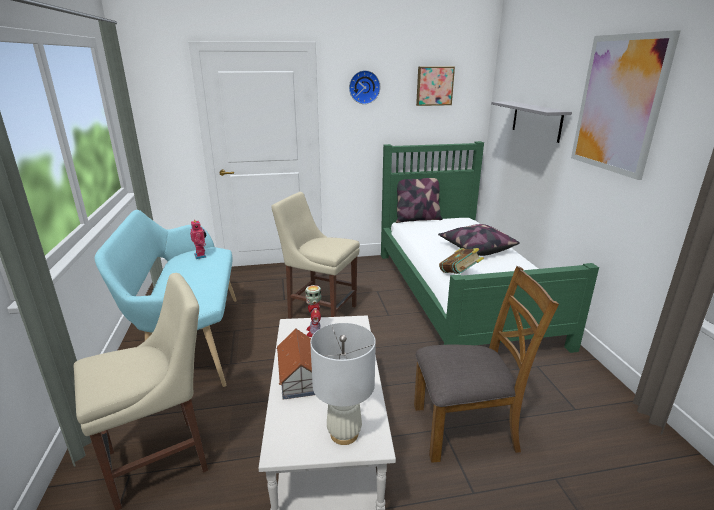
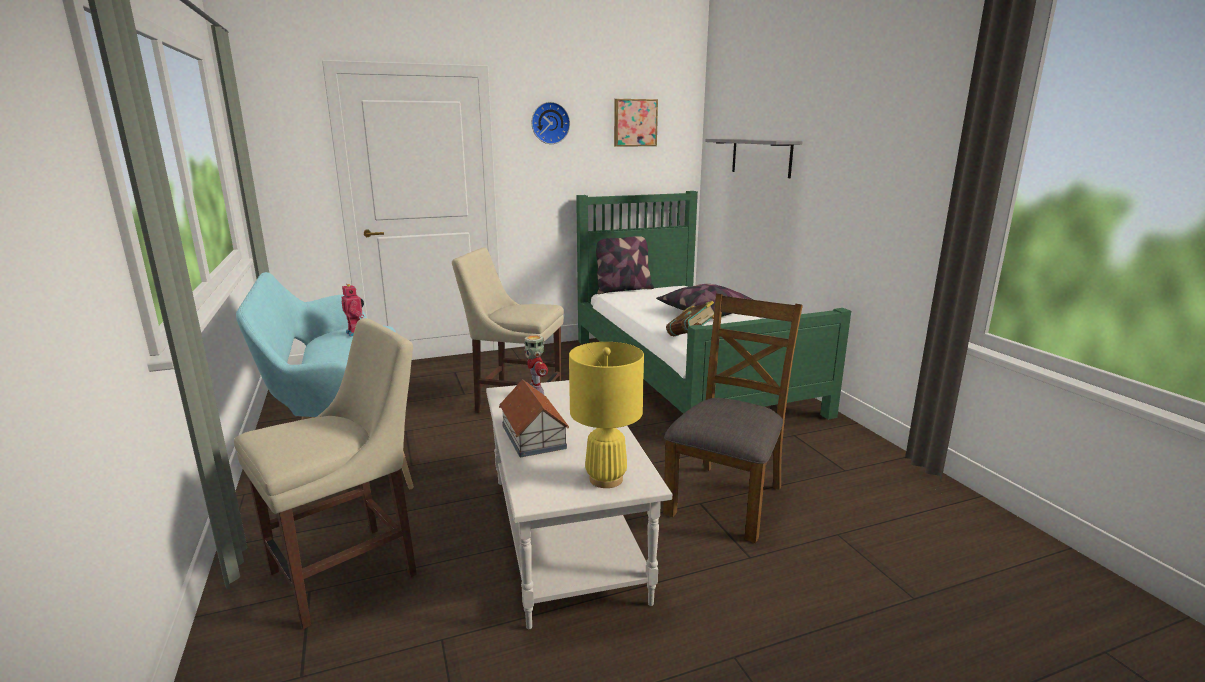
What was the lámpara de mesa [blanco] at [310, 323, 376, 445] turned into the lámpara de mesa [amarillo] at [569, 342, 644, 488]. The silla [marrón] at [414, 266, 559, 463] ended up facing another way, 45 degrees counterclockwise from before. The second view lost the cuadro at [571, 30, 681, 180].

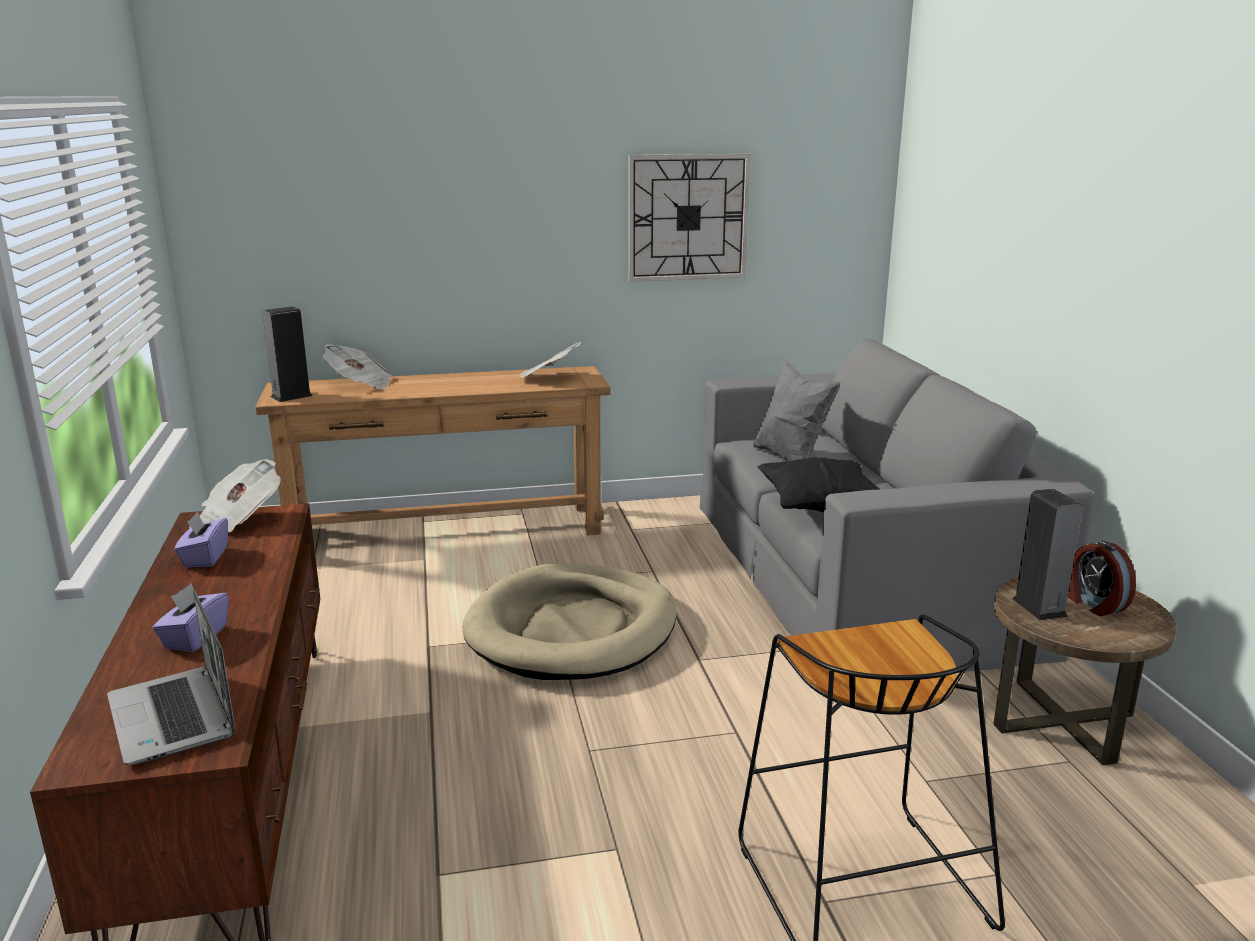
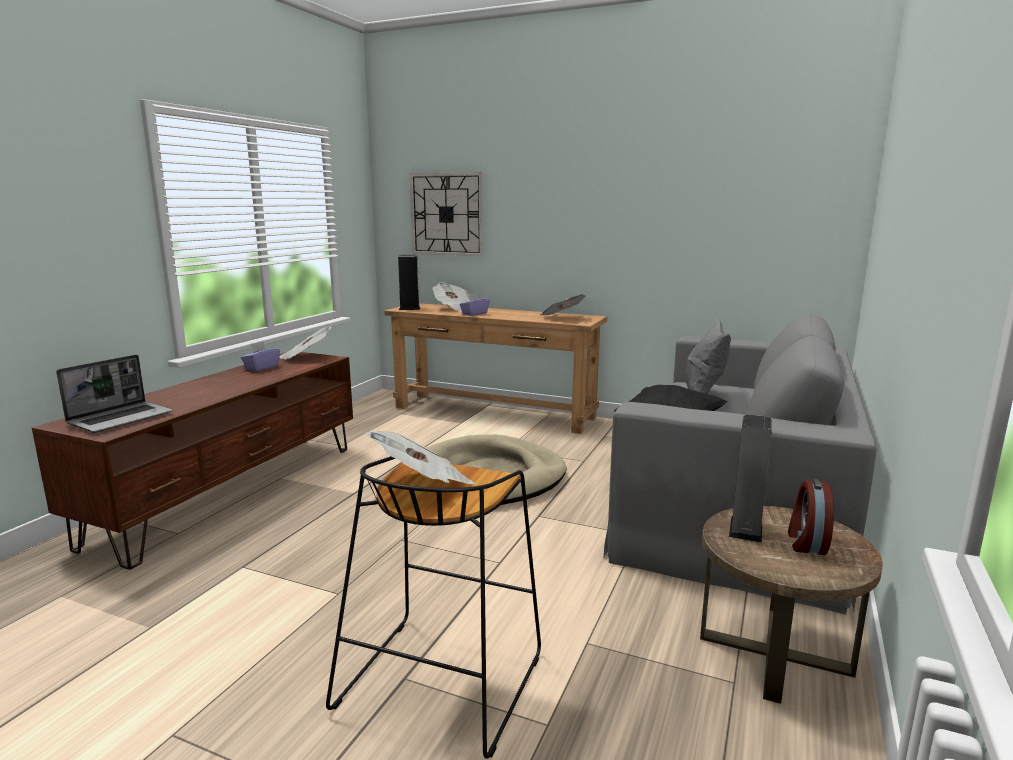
The portátil at [107, 590, 235, 765] ended up facing another way, 150 degrees counterclockwise from before. The second view gained the periódico at [365, 431, 475, 484]. The reloj de pared ended up elsewhere, having gone from [629, 154, 750, 282] to [410, 172, 483, 256]. The caja de pañuelos [morado] ended up elsewhere, having gone from [152, 583, 229, 652] to [460, 293, 490, 316].

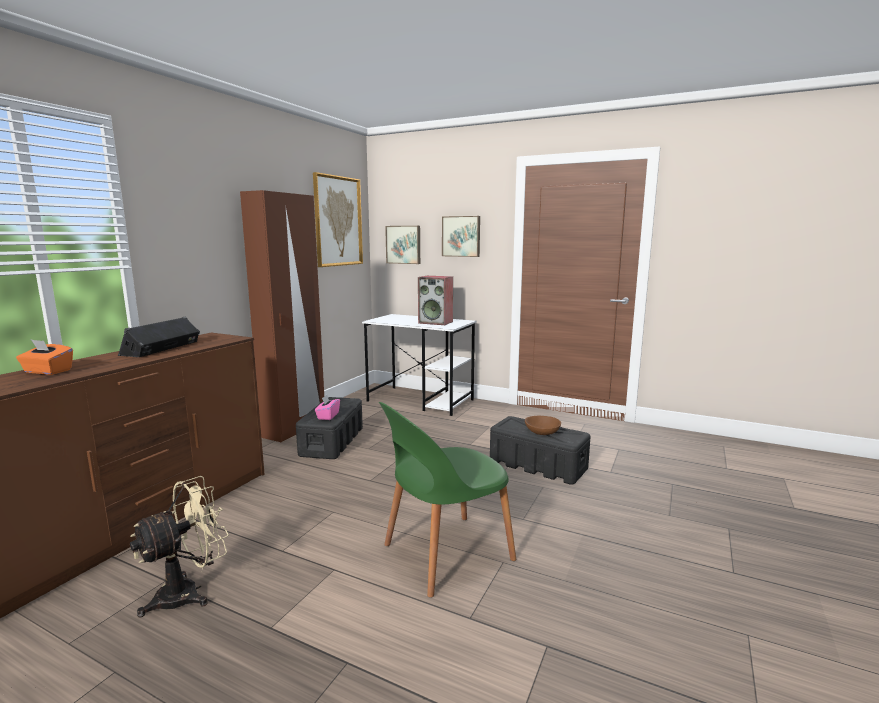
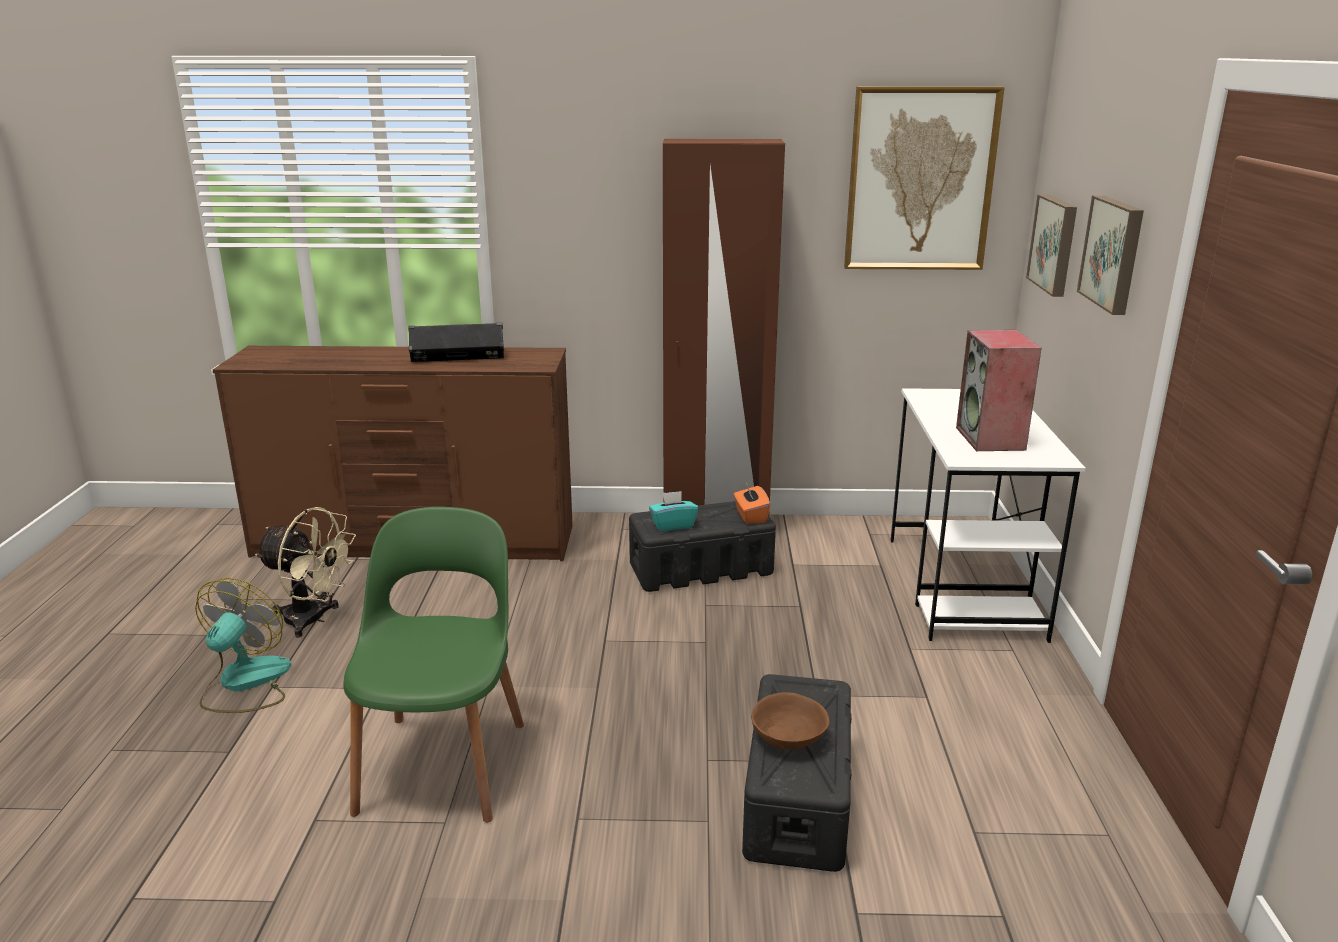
The second view gained the ventilador at [195, 578, 291, 713]. The silla [verde] at [379, 402, 516, 598] ended up facing another way, 60 degrees clockwise from before. What was the caja de pañuelos [rosa] at [315, 395, 340, 420] turned into the caja de pañuelos [turquesa] at [649, 491, 698, 531]. The caja de pañuelos [naranja] ended up elsewhere, having gone from [16, 339, 73, 375] to [734, 483, 770, 524].

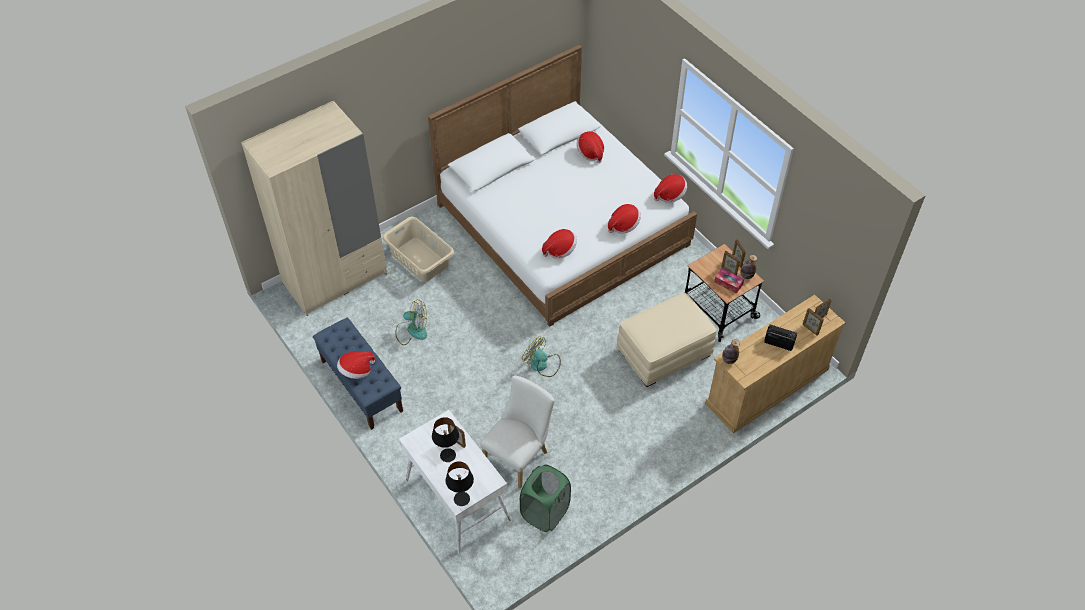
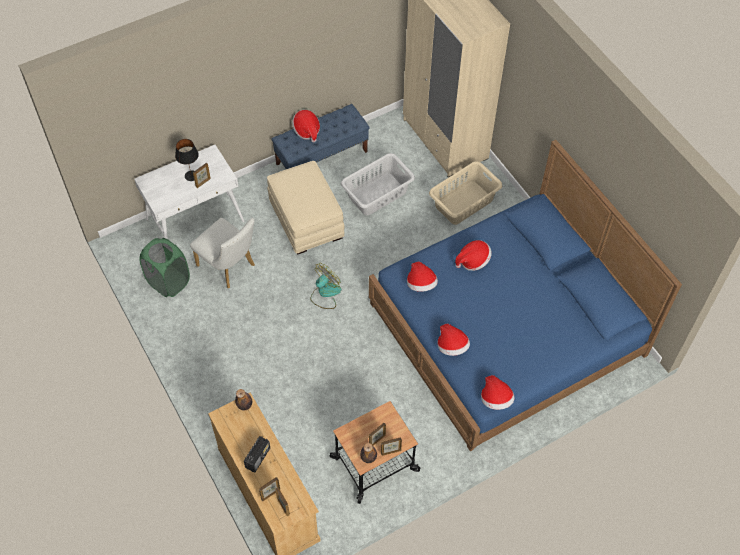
The puf [beis] ended up elsewhere, having gone from [617, 293, 717, 387] to [267, 161, 345, 255]. Where the ventilador stood at [395, 299, 427, 345], the cesto de la ropa [gris] came to stand at [341, 153, 415, 216]. What was the cama [blanco] at [428, 45, 697, 327] turned into the cama [azul] at [369, 140, 682, 451]. The sombrero ended up elsewhere, having gone from [577, 131, 604, 163] to [455, 240, 492, 271]. The second view lost the lámpara de mesa [negro] at [445, 461, 474, 506]. The second view lost the caja de pañuelos at [714, 268, 744, 293].

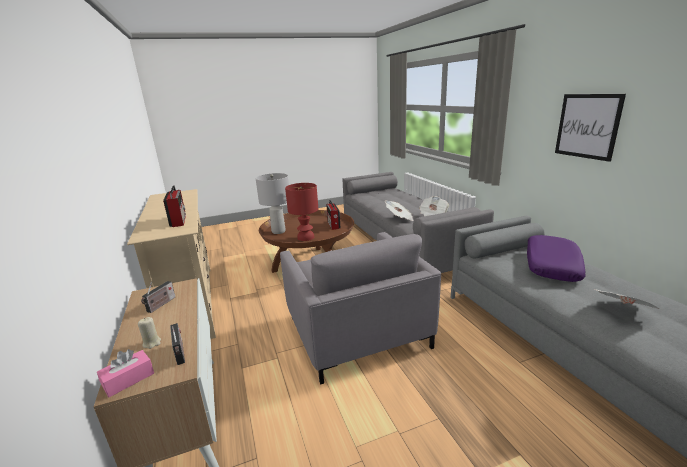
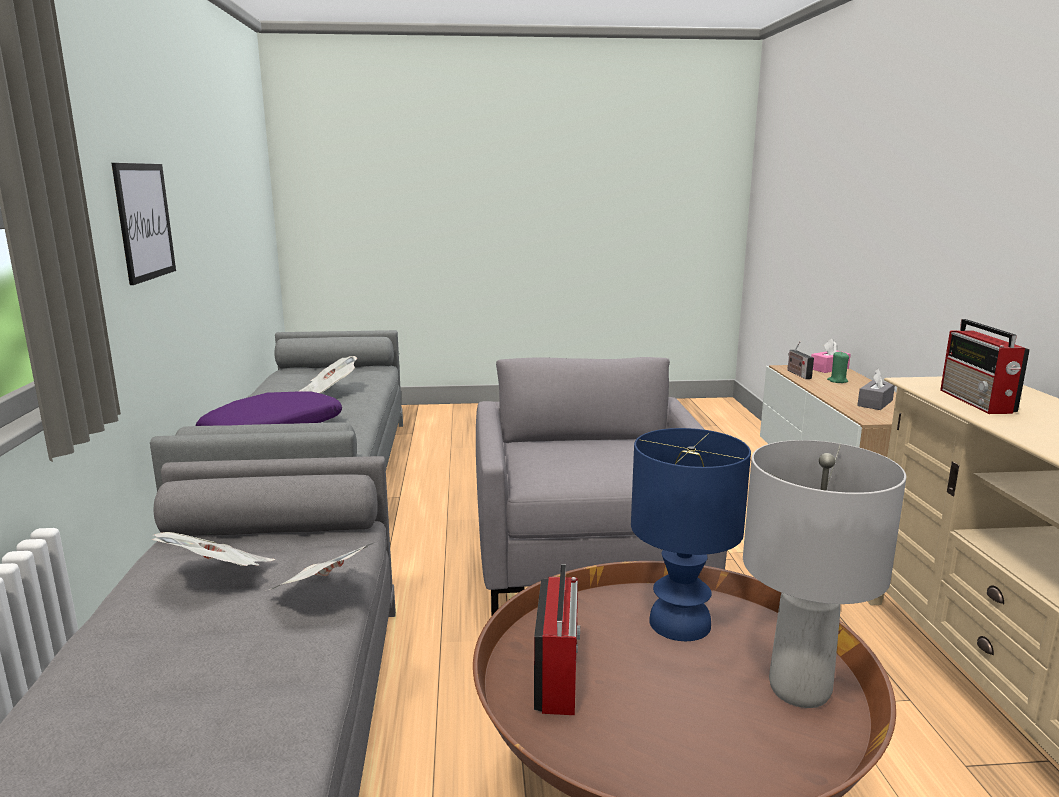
What was the lámpara de mesa [rojo] at [285, 183, 318, 241] turned into the lámpara de mesa [azul] at [631, 428, 751, 641]. What was the vela [beis] at [138, 317, 161, 349] turned into the vela [verde] at [827, 351, 849, 383]. Where the radio stood at [141, 281, 175, 313], the caja de pañuelos [gris] came to stand at [857, 369, 895, 410].

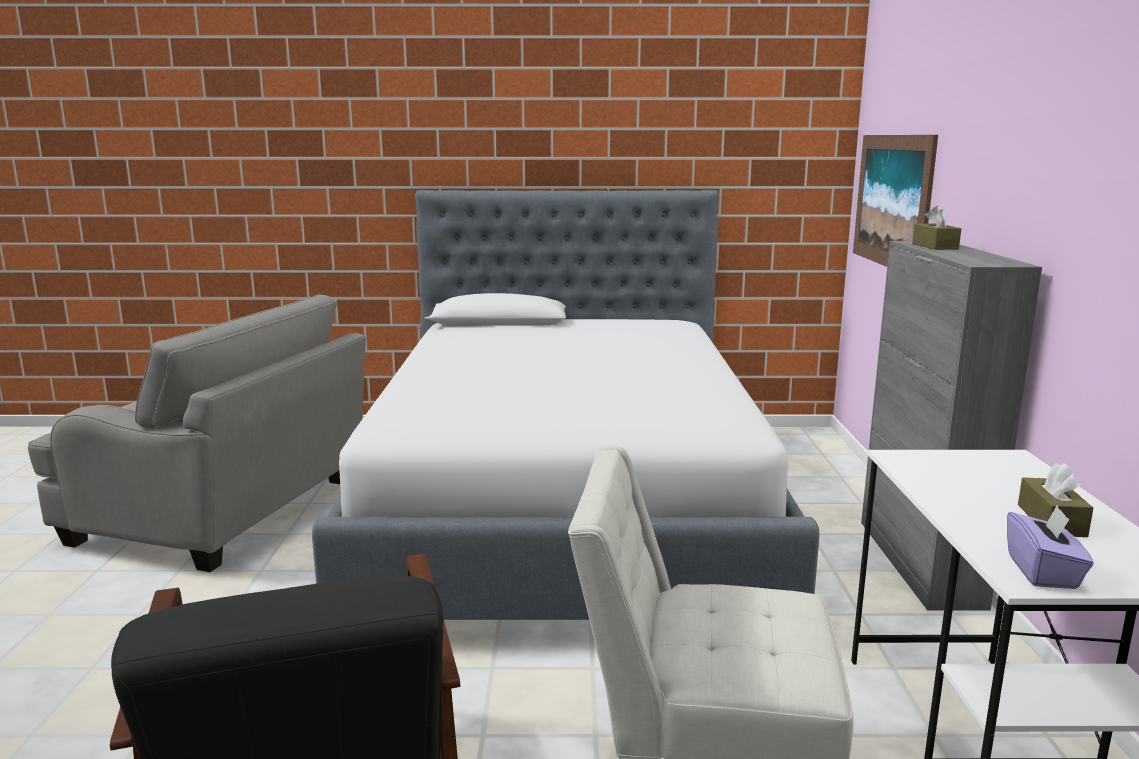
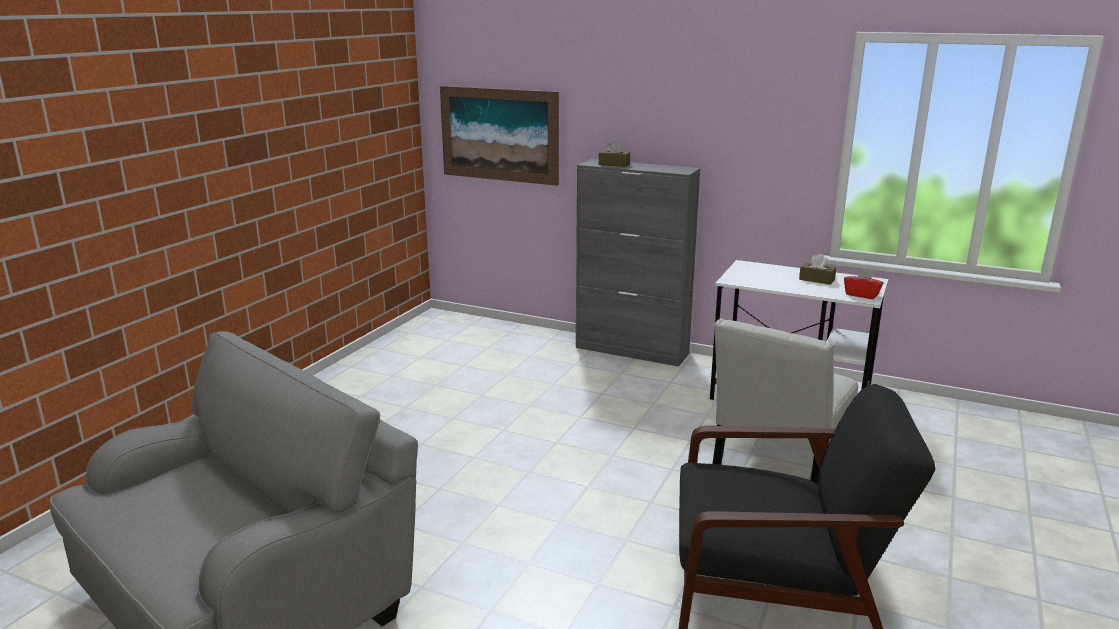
What was the caja de pañuelos [morado] at [1007, 505, 1094, 589] turned into the caja de pañuelos [rojo] at [844, 267, 884, 299]. The second view lost the cama at [312, 190, 820, 620].

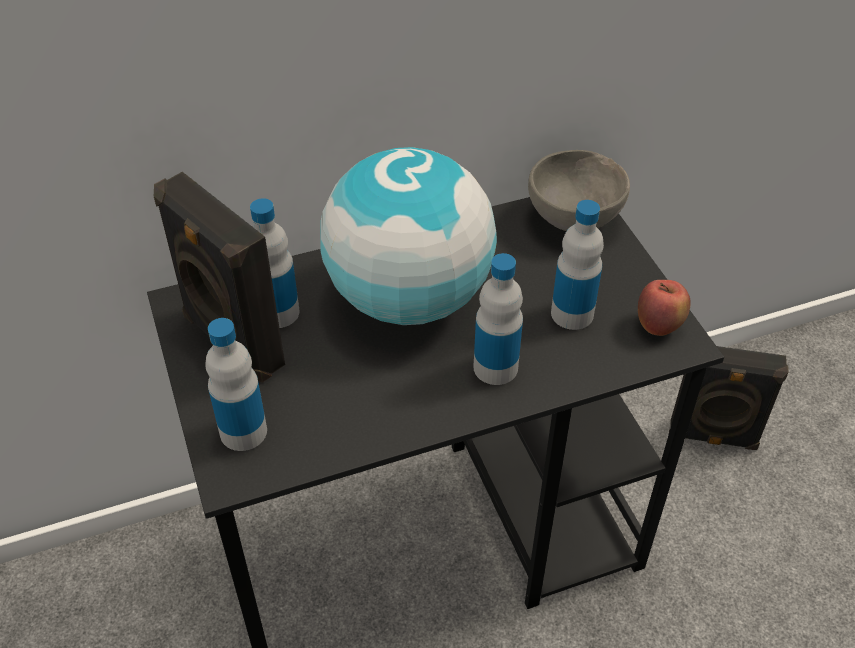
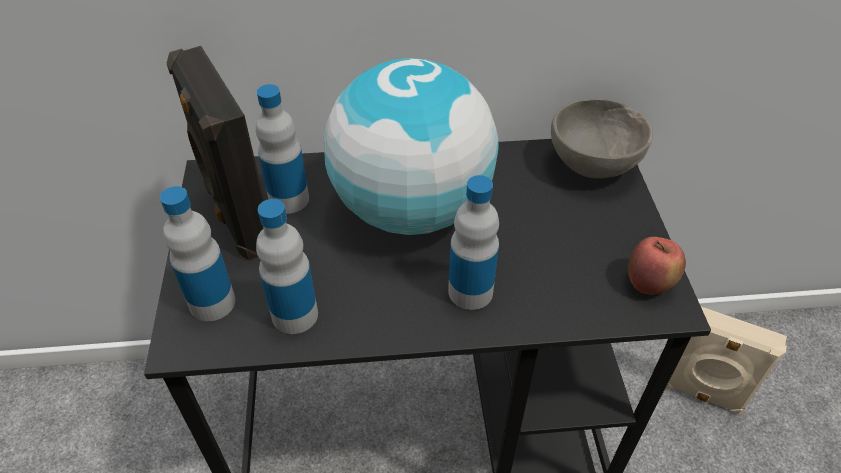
The botella ended up elsewhere, having gone from [551, 200, 604, 330] to [256, 199, 318, 334]. What was the altavoz [negro] at [669, 346, 789, 450] turned into the altavoz [beis] at [666, 307, 787, 414].

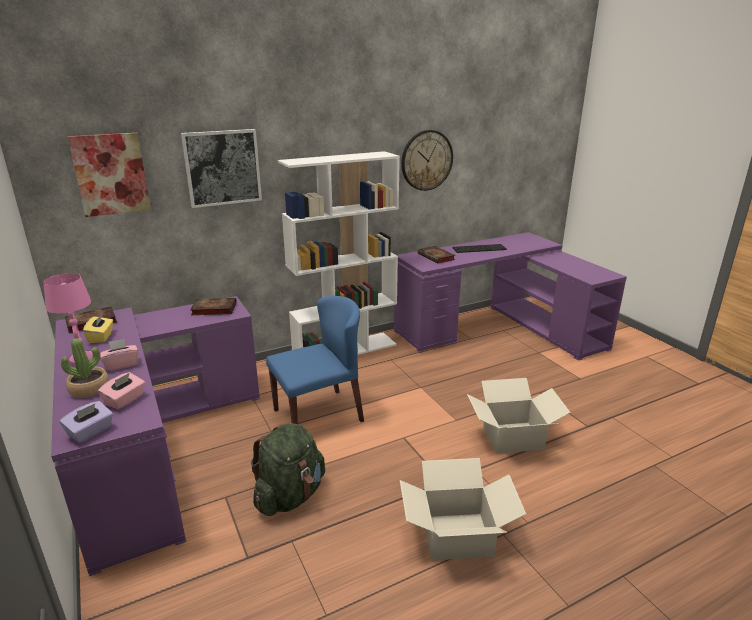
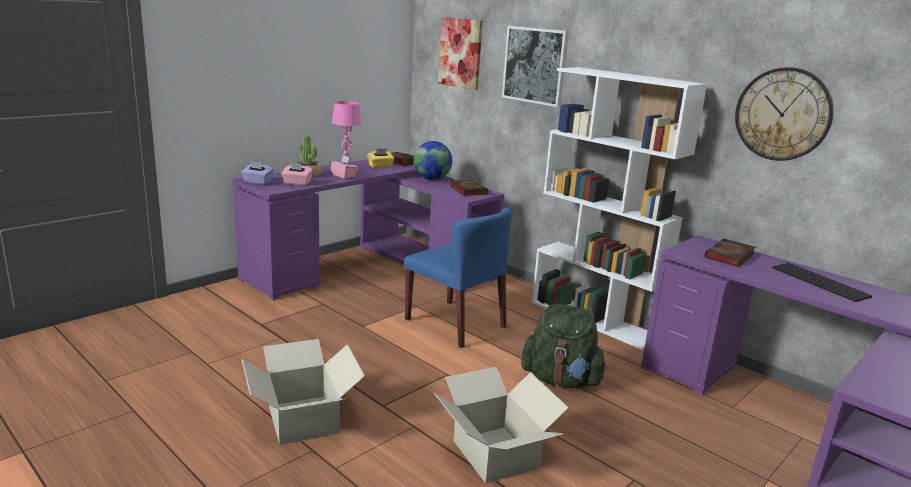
The second view gained the globo terráqueo at [414, 141, 452, 180]. The mochila [verde] ended up elsewhere, having gone from [251, 423, 325, 516] to [521, 304, 607, 388].

